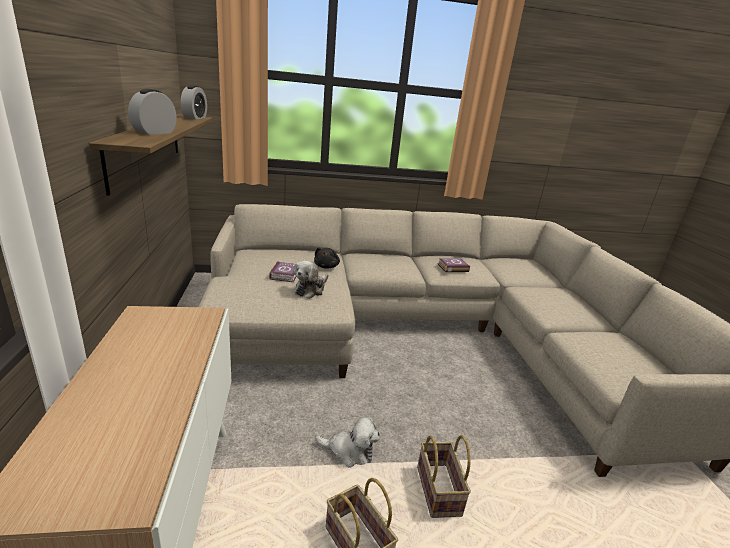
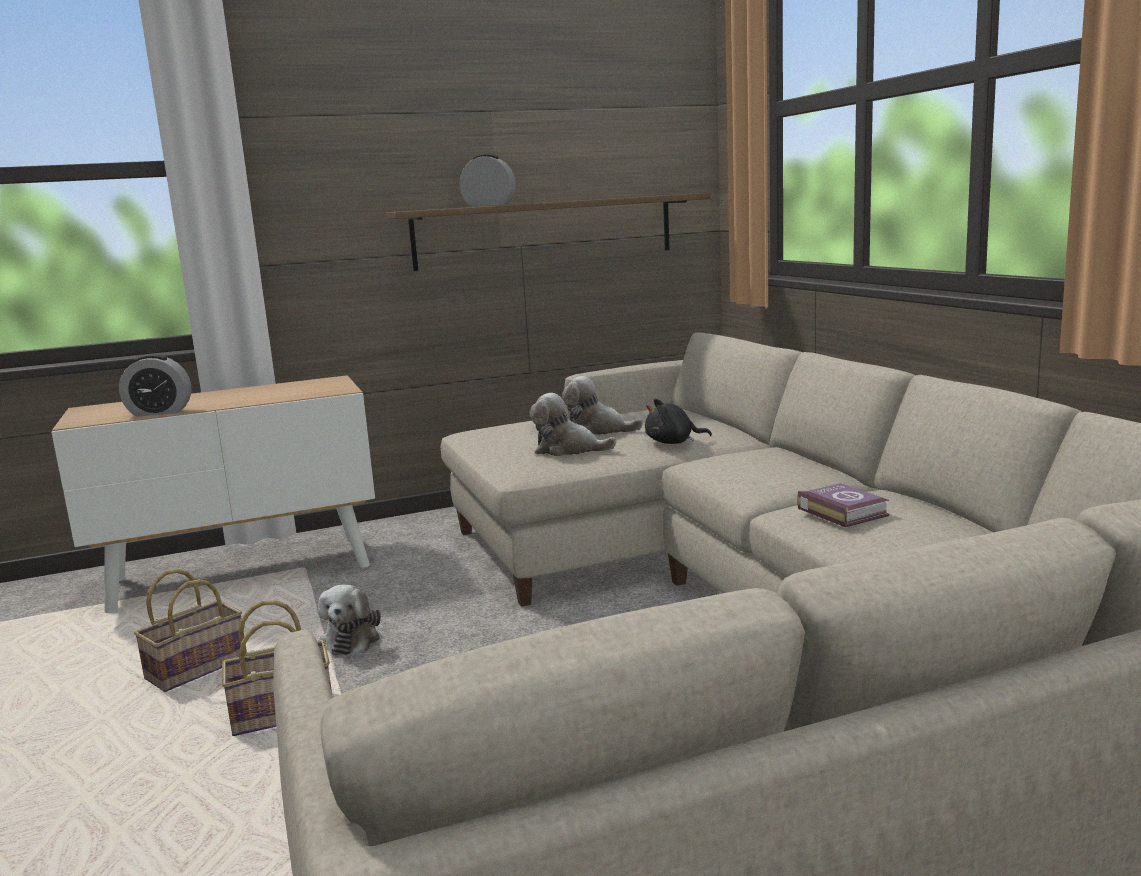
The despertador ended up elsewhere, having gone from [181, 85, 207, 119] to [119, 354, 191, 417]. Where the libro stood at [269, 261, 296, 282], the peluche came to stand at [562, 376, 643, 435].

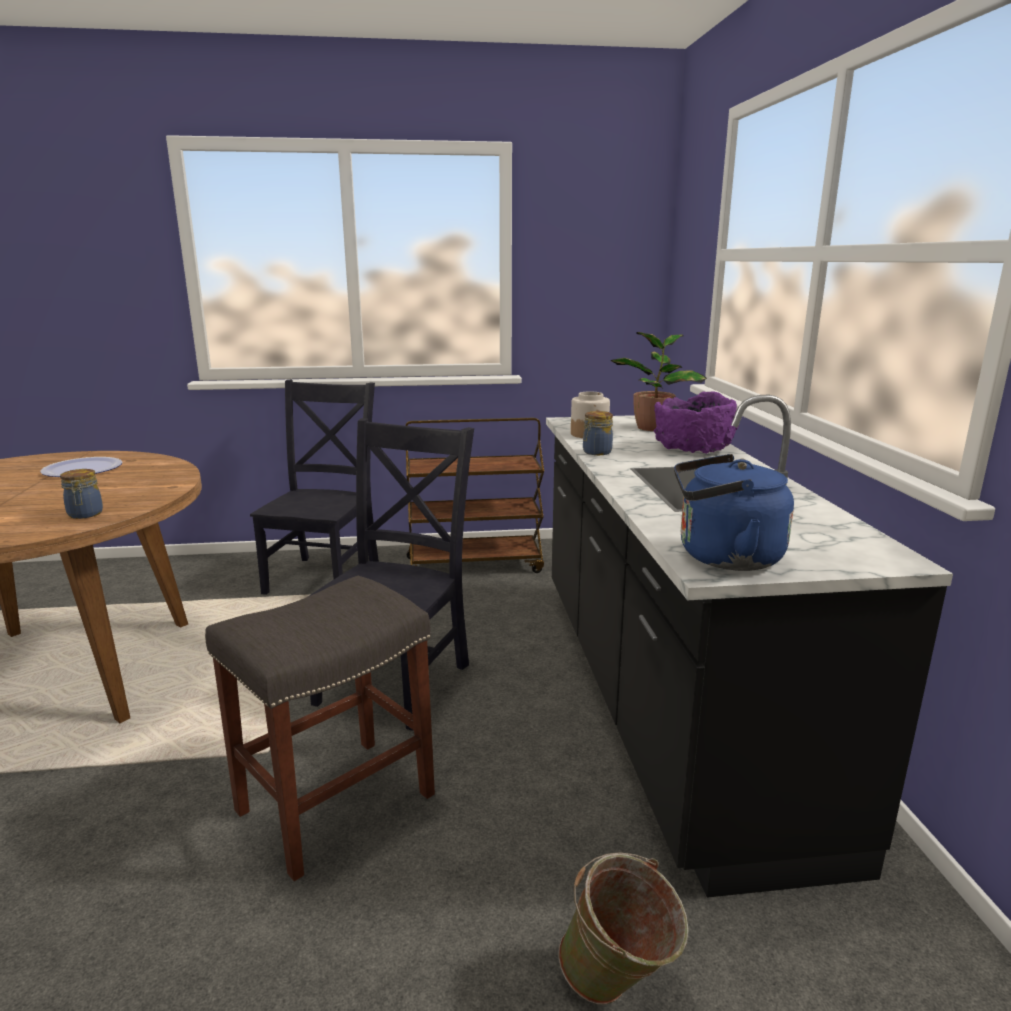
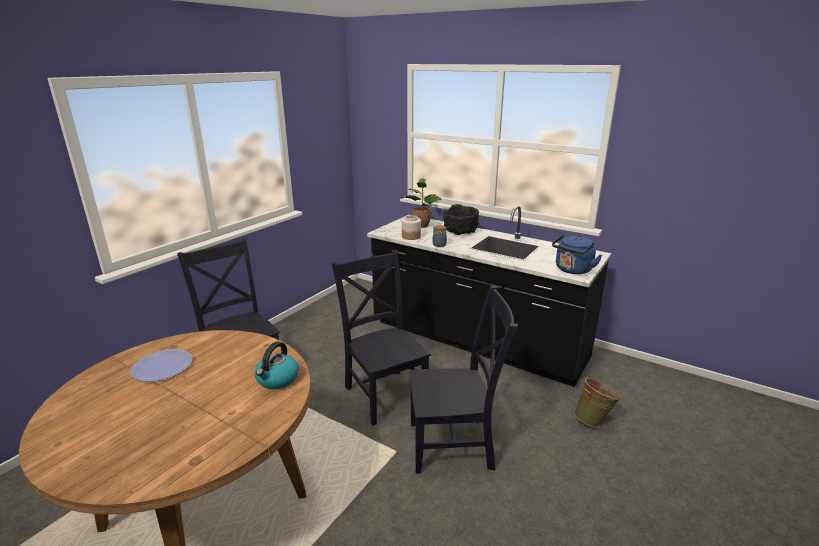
Where the tarro stood at [60, 469, 103, 519], the hervidor came to stand at [255, 341, 299, 389]. Where the taburete [gris] stood at [205, 576, 435, 881], the silla [negro] came to stand at [410, 285, 518, 474]. What was the cuenco [morado] at [654, 391, 739, 454] turned into the cuenco [negro] at [443, 204, 479, 235]. The second view lost the carrito [marrón] at [405, 418, 544, 573].

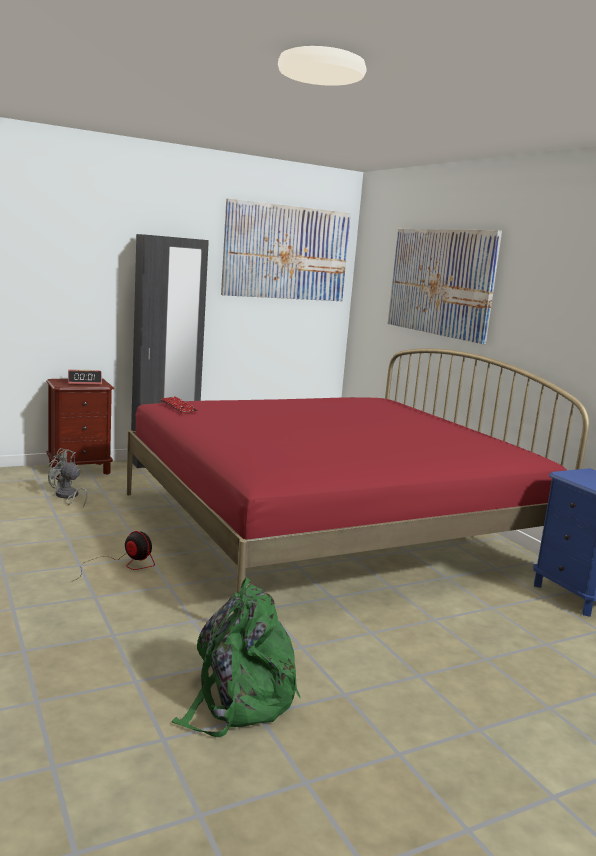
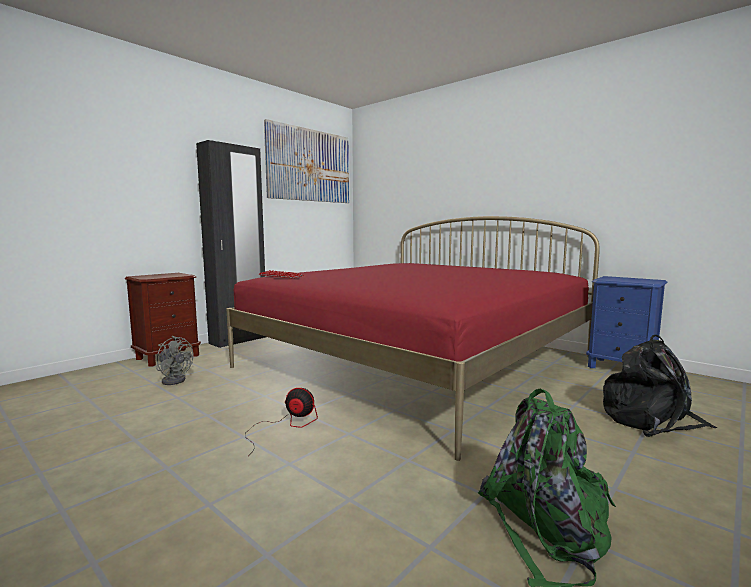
The ventilador [gris] at [48, 448, 87, 508] ended up facing another way, 150 degrees counterclockwise from before. The second view gained the mochila [negro] at [603, 335, 717, 437]. The second view lost the despertador at [68, 370, 102, 385]. The second view lost the cuadro at [388, 229, 502, 344].

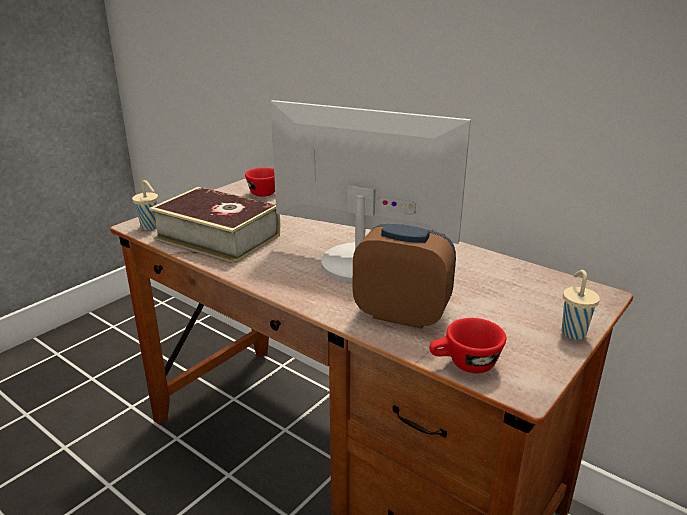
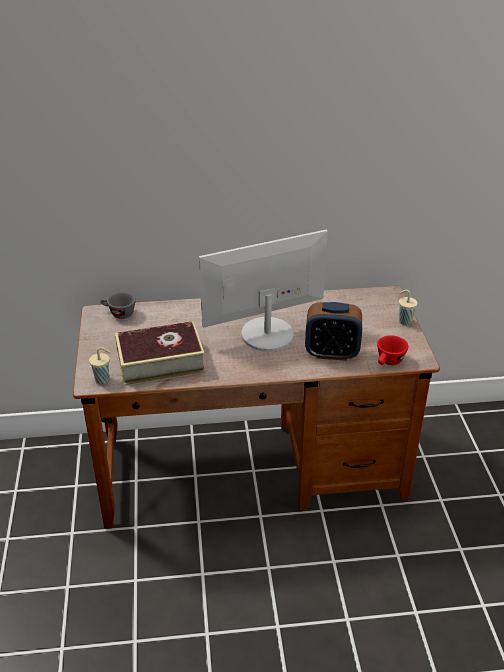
What was the taza [rojo] at [245, 168, 275, 197] turned into the taza [gris] at [101, 292, 136, 319]. The despertador at [353, 224, 456, 329] ended up facing another way, 150 degrees counterclockwise from before.

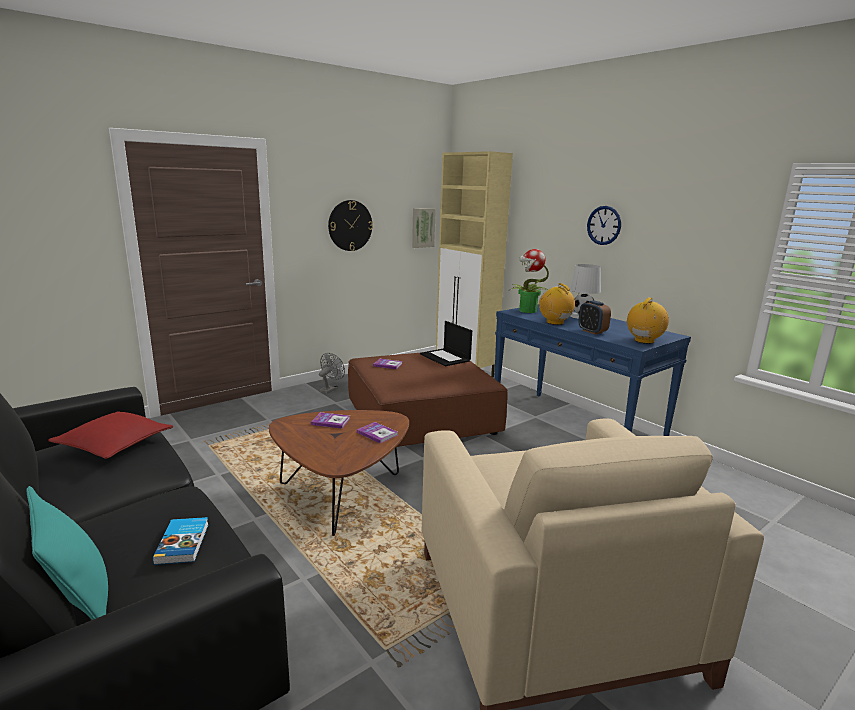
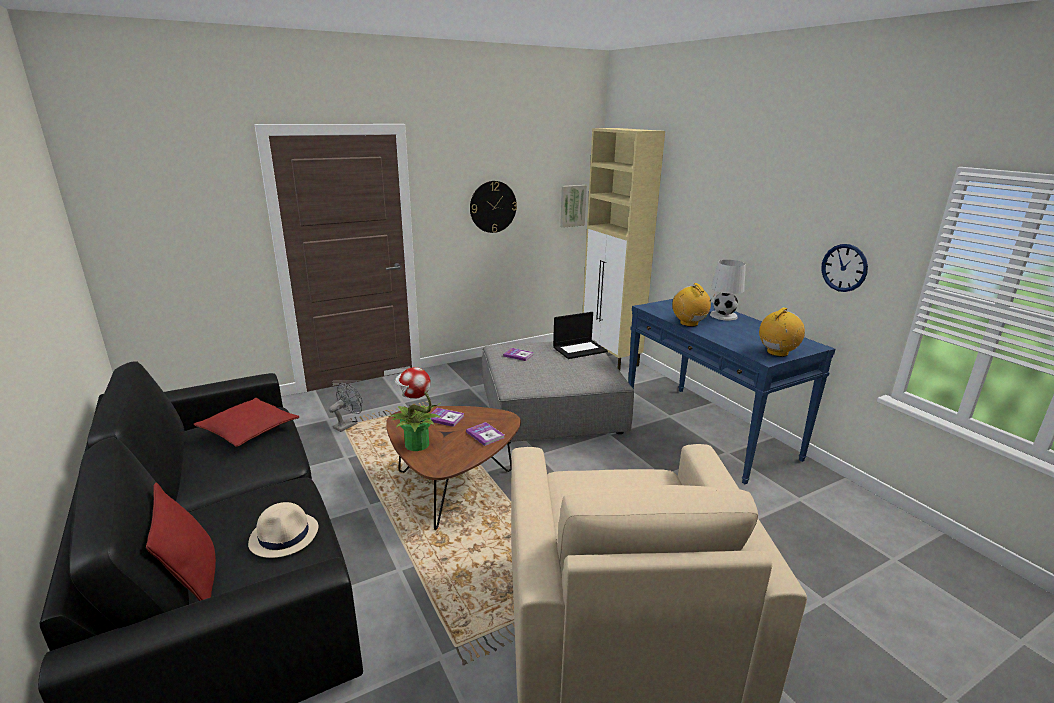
What was the cojín [turquesa] at [26, 486, 108, 620] turned into the cojín [rojo] at [146, 483, 216, 601]. Where the libro stood at [152, 517, 209, 565], the sombrero [beis] came to stand at [248, 502, 318, 558]. The ventilador [gris] ended up elsewhere, having gone from [319, 353, 345, 394] to [329, 383, 362, 432]. The planta en maceta ended up elsewhere, having gone from [510, 249, 549, 313] to [389, 367, 442, 451]. What was the puf [marrón] at [348, 353, 508, 447] turned into the puf [gris] at [482, 340, 634, 444]. The portátil at [420, 321, 472, 366] ended up facing another way, 90 degrees counterclockwise from before. The reloj de pared ended up elsewhere, having gone from [587, 206, 621, 245] to [821, 244, 868, 292]. The second view lost the despertador at [578, 300, 611, 334].

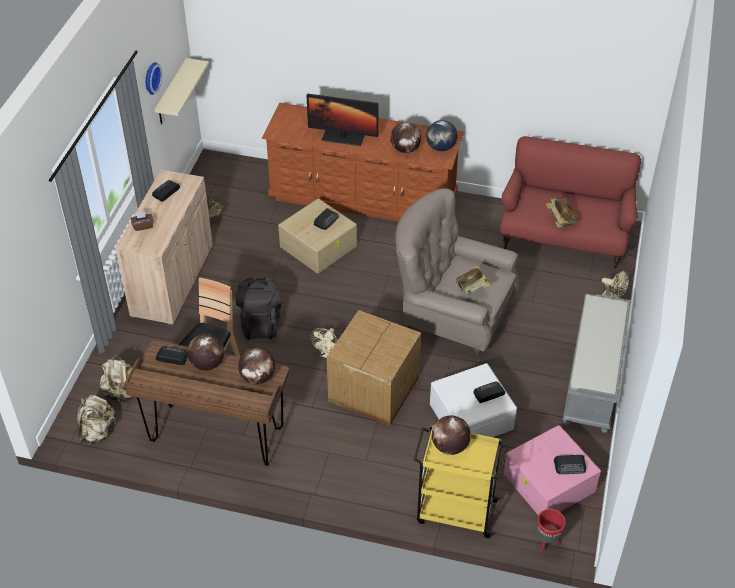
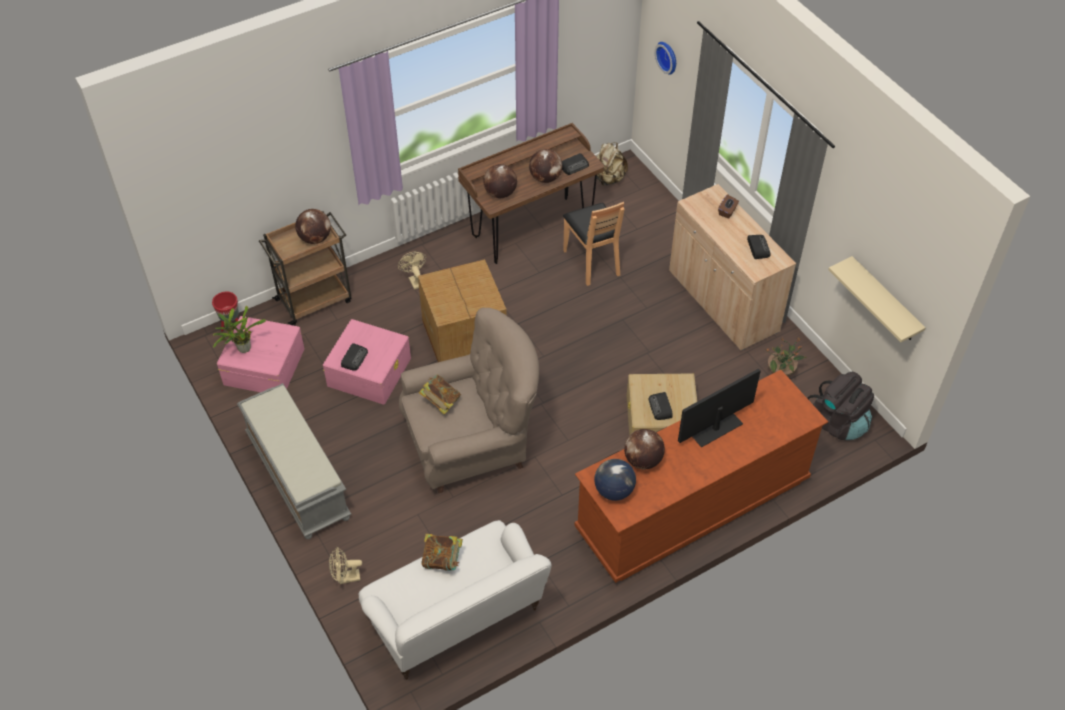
Where the radio stood at [554, 455, 586, 474], the planta en maceta came to stand at [213, 306, 266, 353]. What was the carrito [amarillo] at [414, 424, 508, 538] turned into the carrito [marrón] at [259, 211, 352, 326]. What was the caja de almacenaje [blanco] at [430, 363, 517, 437] turned into the caja de almacenaje [rosa] at [323, 319, 411, 405]. What was the sofá [rojo] at [500, 136, 641, 268] turned into the sofá [blanco] at [359, 520, 552, 680]. The ventilador [beis] ended up elsewhere, having gone from [311, 328, 338, 358] to [398, 252, 426, 290]. The reloj de pared ended up elsewhere, having gone from [146, 62, 162, 95] to [655, 42, 676, 75]. The mochila [negro] ended up elsewhere, having gone from [236, 277, 281, 340] to [807, 372, 874, 440]. The second view lost the mochila [beis] at [100, 355, 132, 403].

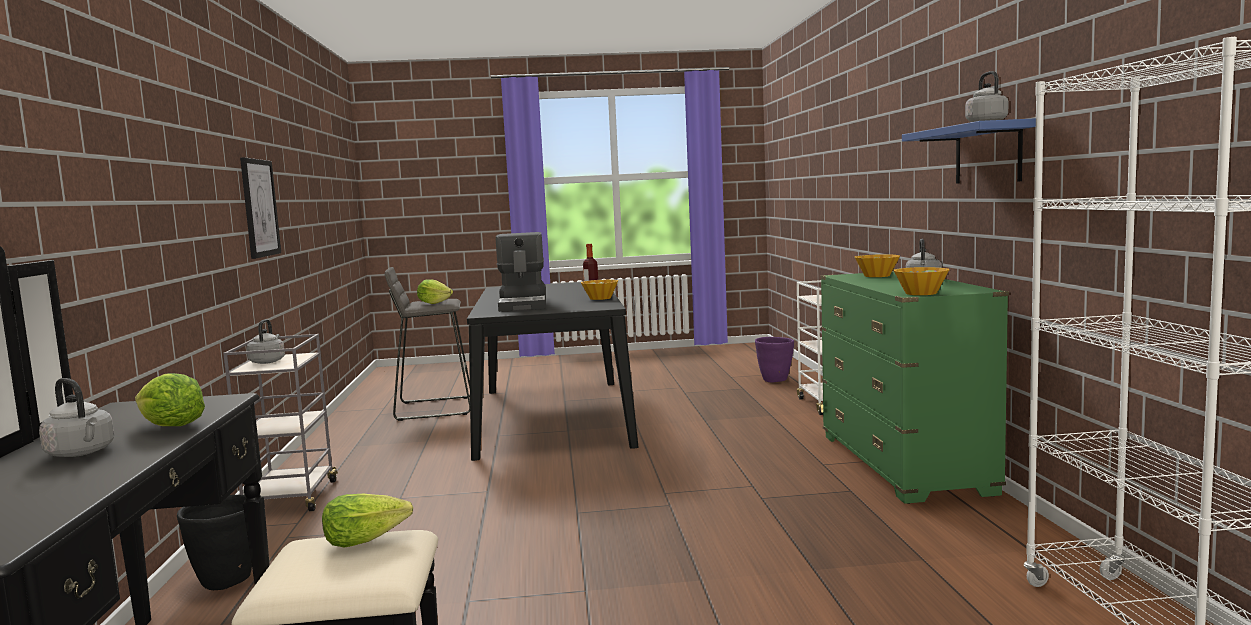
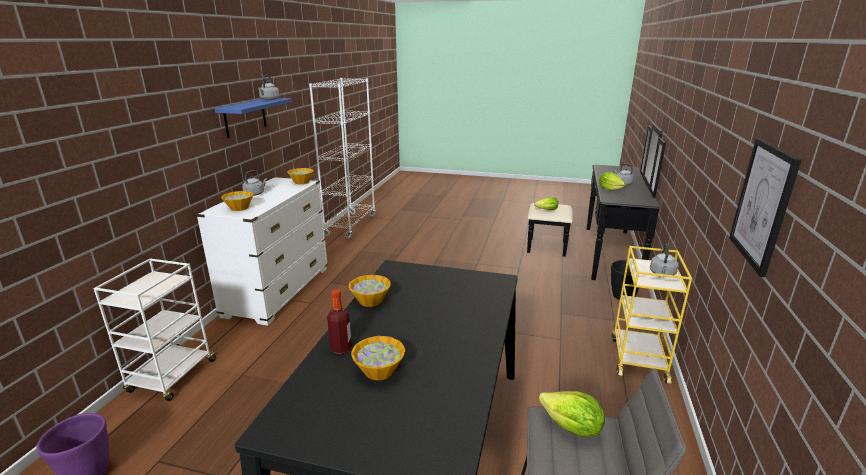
What was the cómoda [verde] at [820, 271, 1009, 504] turned into the cómoda [blanco] at [196, 177, 328, 326]. The second view gained the cuenco at [351, 336, 405, 380]. What was the carrito [gris] at [223, 334, 338, 511] turned into the carrito [amarillo] at [612, 246, 692, 384]. The second view lost the cafetera at [496, 232, 546, 312].

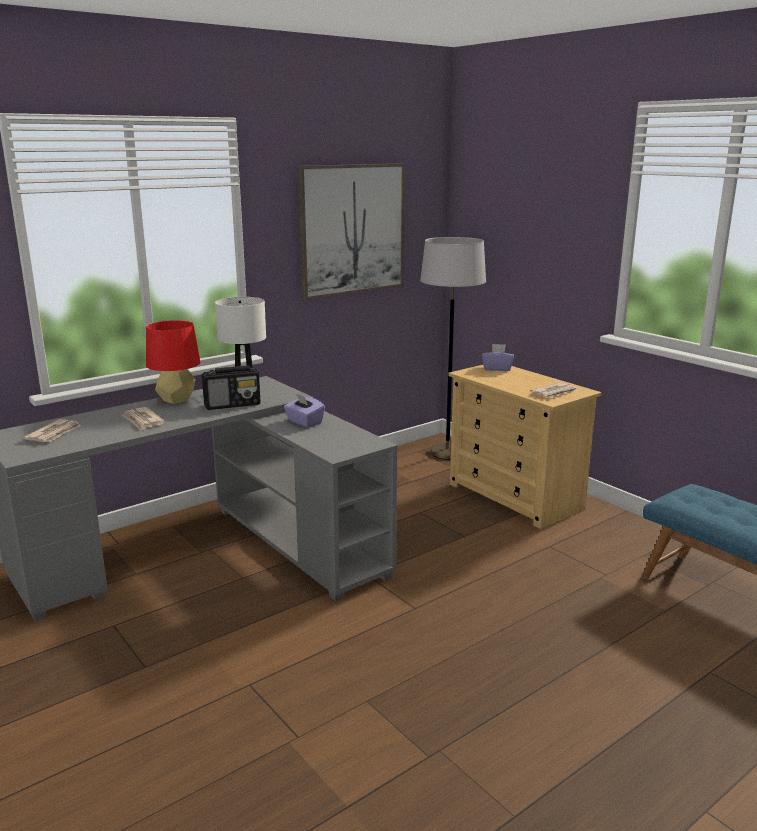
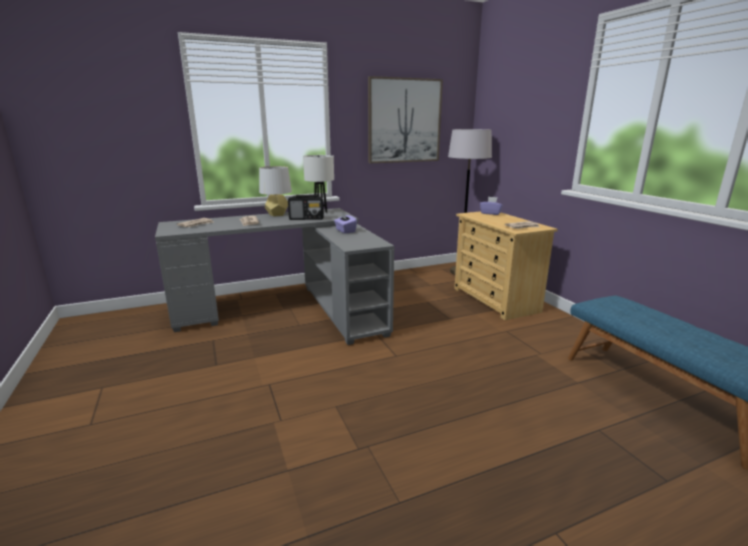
What was the lámpara de mesa [rojo] at [146, 320, 200, 404] turned into the lámpara de mesa [gris] at [259, 166, 292, 216].

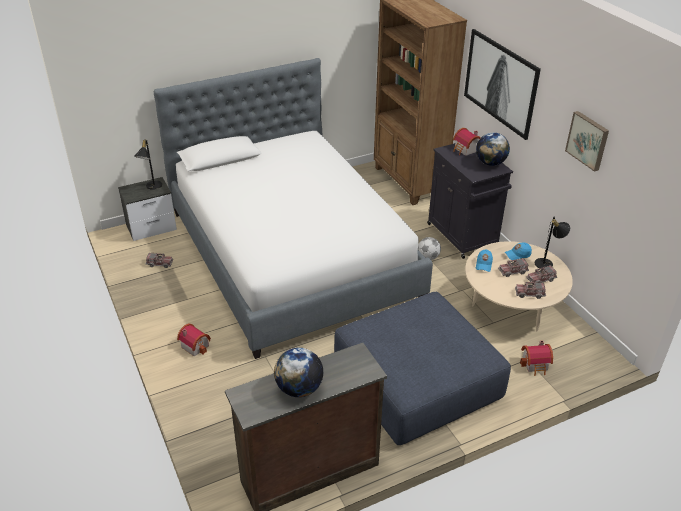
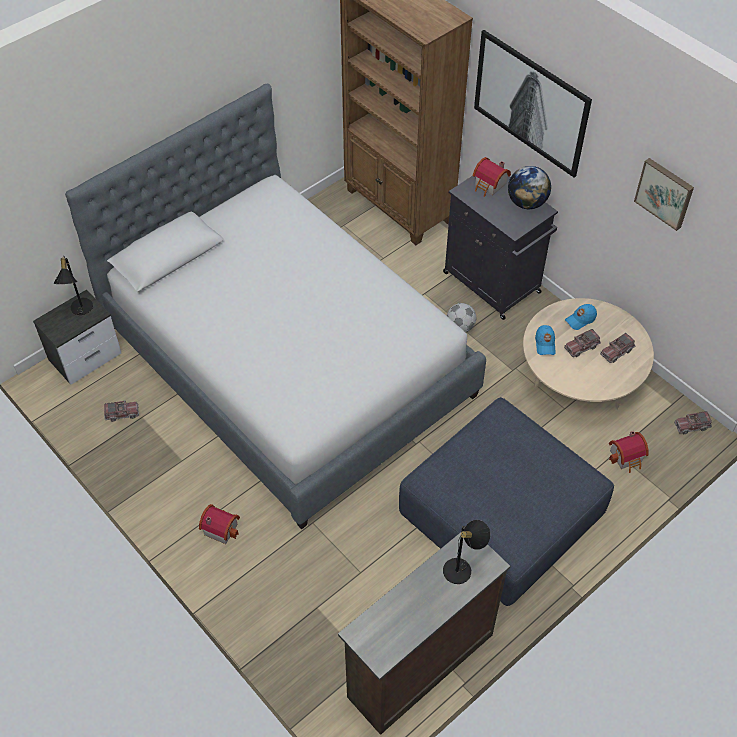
The lámpara de mesa [negro] ended up elsewhere, having gone from [535, 216, 570, 268] to [443, 520, 491, 584]. The camión de juguete ended up elsewhere, having gone from [515, 282, 546, 299] to [674, 411, 712, 434]. The second view lost the globo terráqueo at [274, 347, 323, 397].

